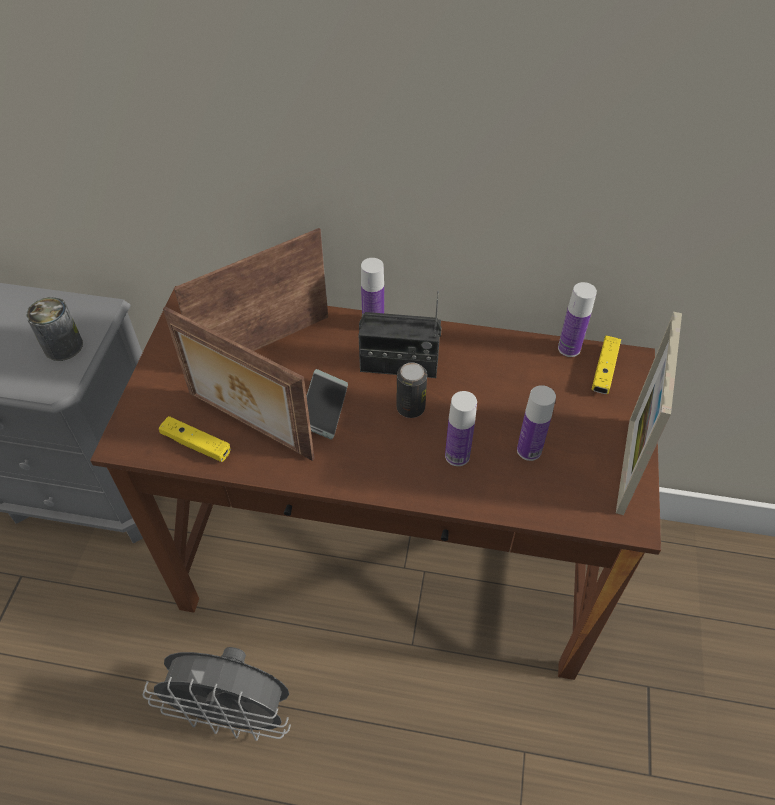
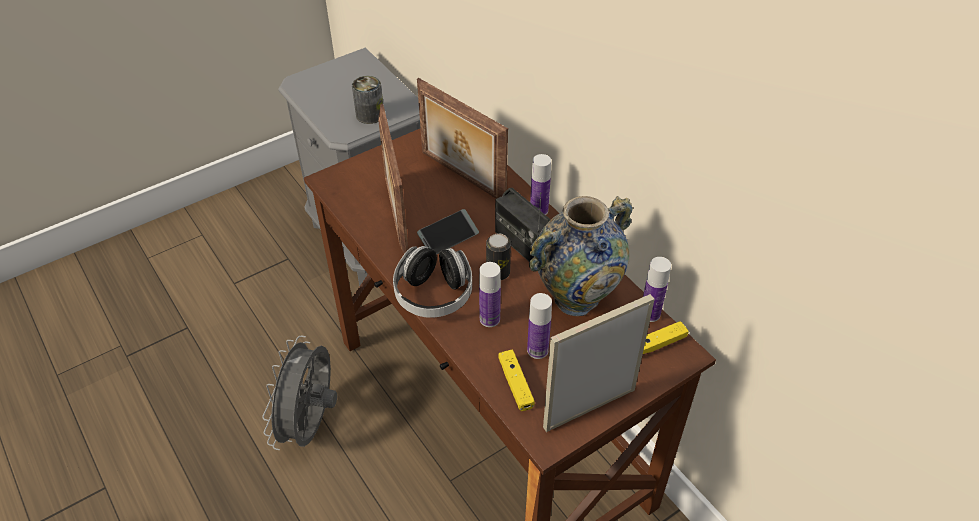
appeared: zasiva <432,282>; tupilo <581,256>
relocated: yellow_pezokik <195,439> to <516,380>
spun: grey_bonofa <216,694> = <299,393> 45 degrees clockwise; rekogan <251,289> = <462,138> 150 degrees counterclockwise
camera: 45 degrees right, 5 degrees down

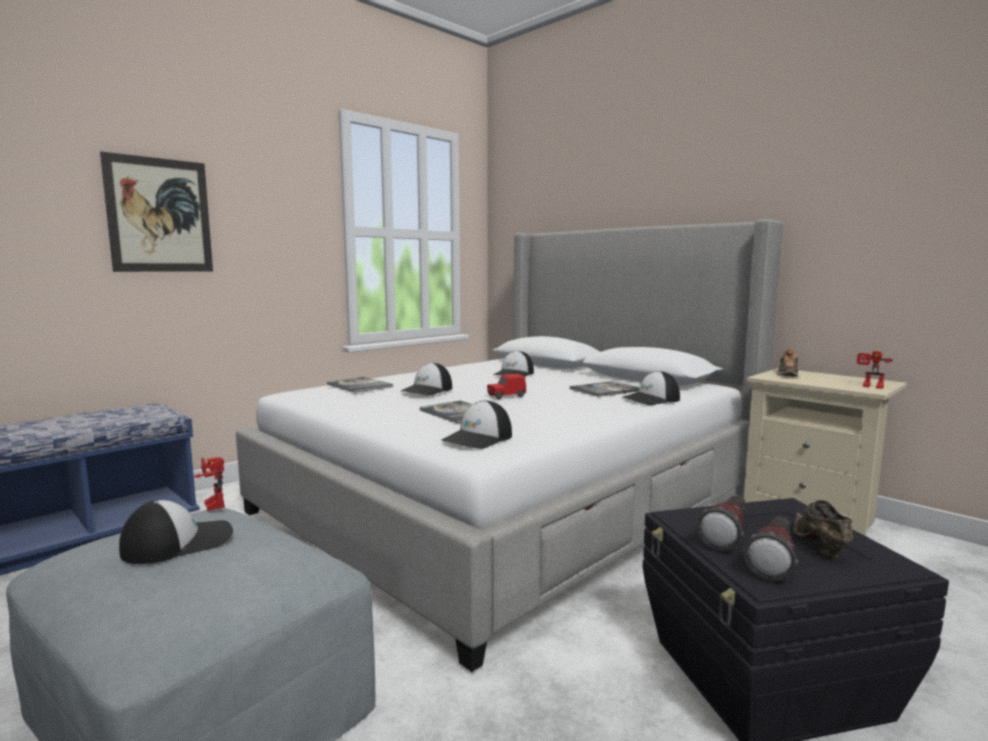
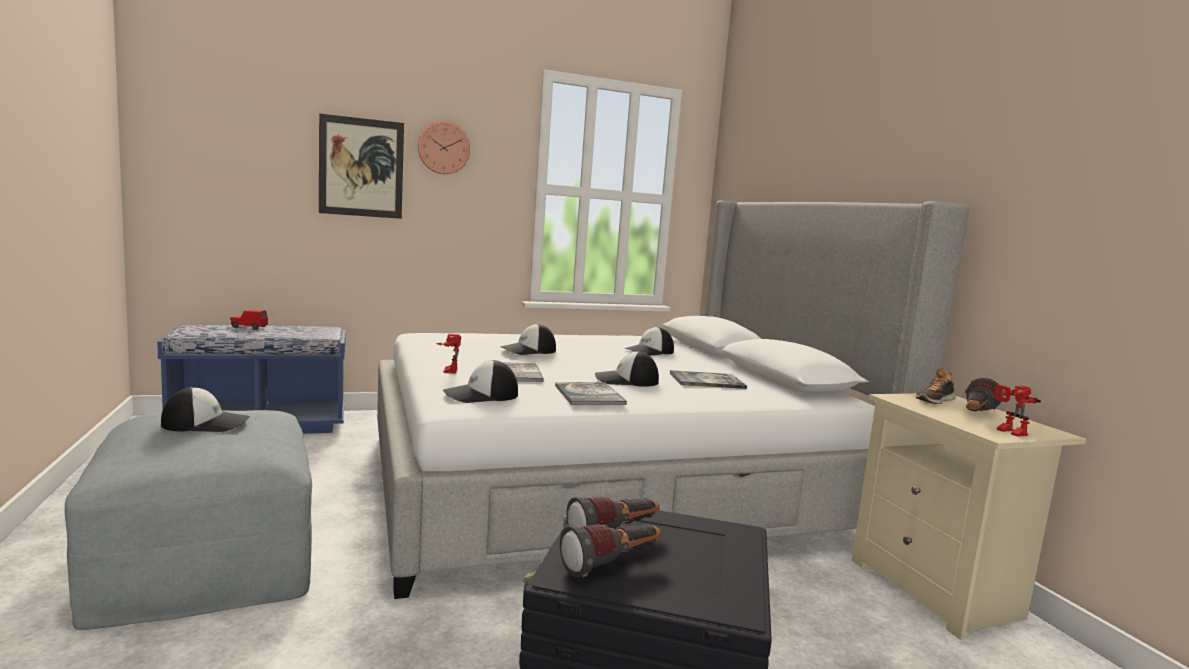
missing: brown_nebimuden <823,529>
appeared: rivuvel <444,147>; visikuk <984,394>
relocated: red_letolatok <506,386> to <249,319>; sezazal <209,484> to <448,353>; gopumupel <360,385> to <591,393>; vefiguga <651,388> to <627,369>
camera: 25 degrees right, 0 degrees up

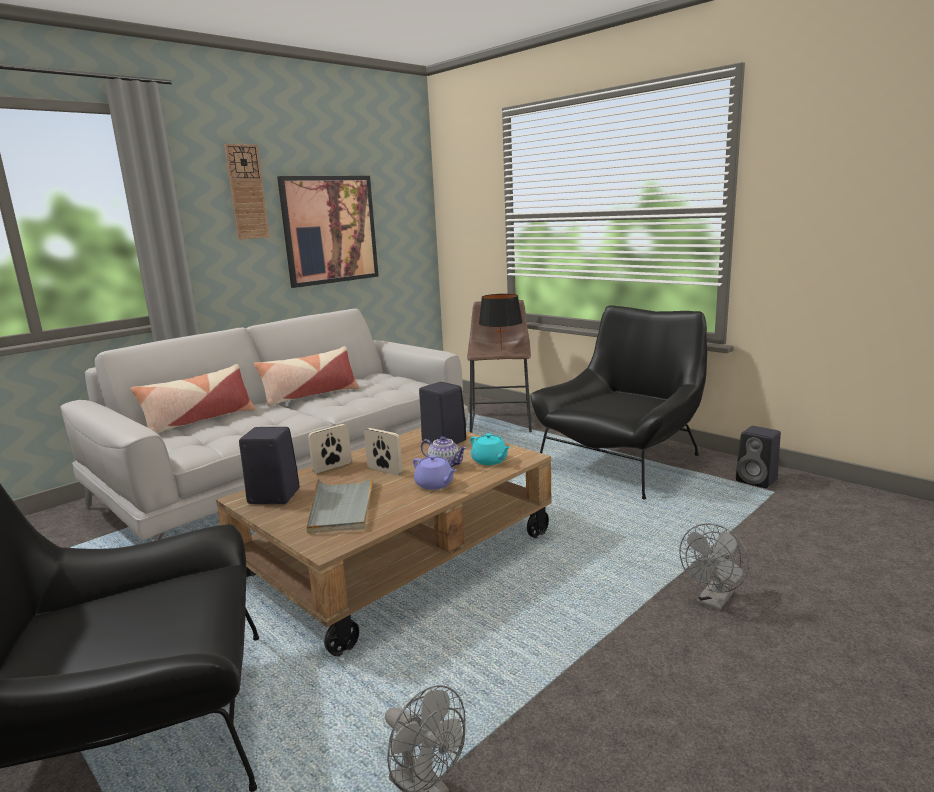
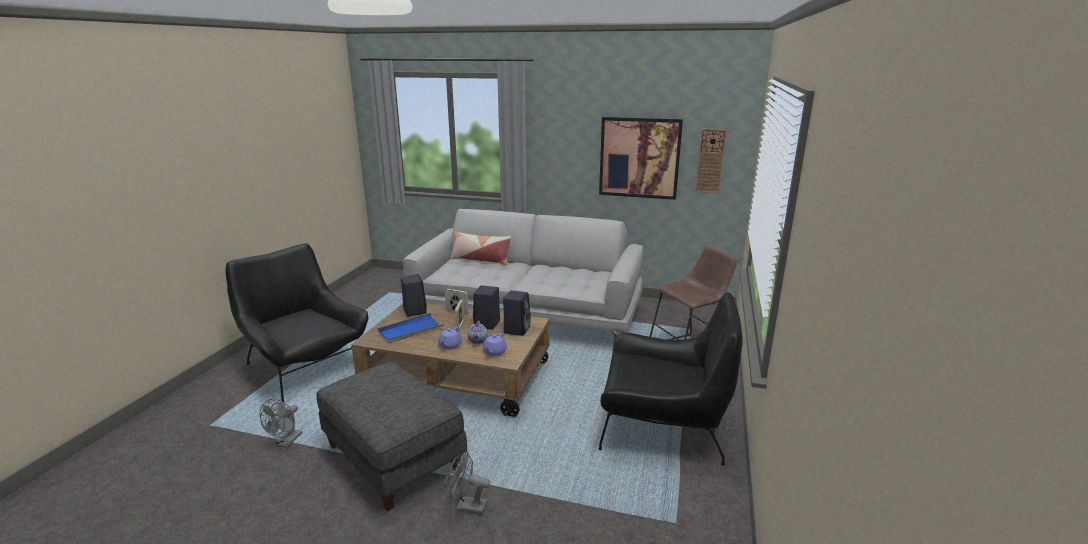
missing: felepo <306,376>; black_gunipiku <501,322>
appeared: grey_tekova <392,436>
relocated: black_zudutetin <758,457> to <486,307>; rivuvel <247,192> to <711,161>
colour: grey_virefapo <340,503> to blue_virefapo <410,328>; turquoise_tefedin <490,449> to purple_tefedin <495,344>
camera: 60 degrees right, 5 degrees up

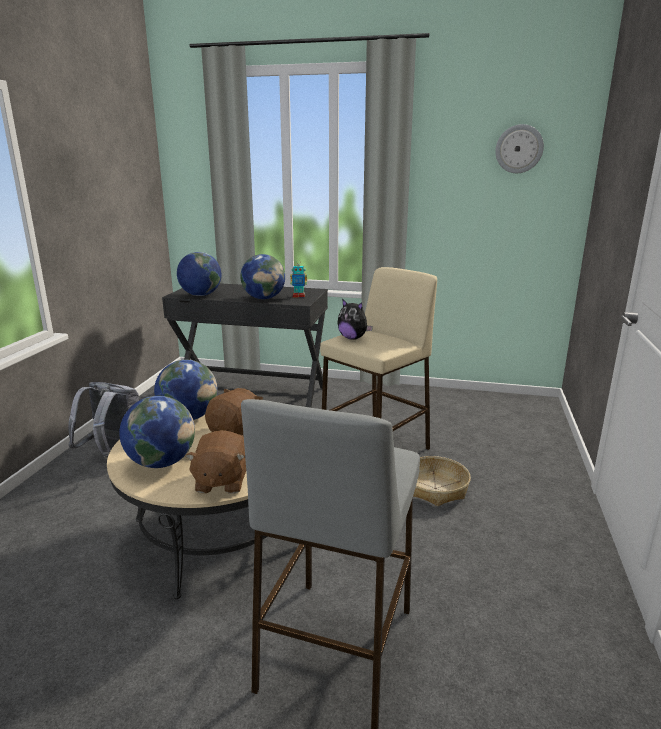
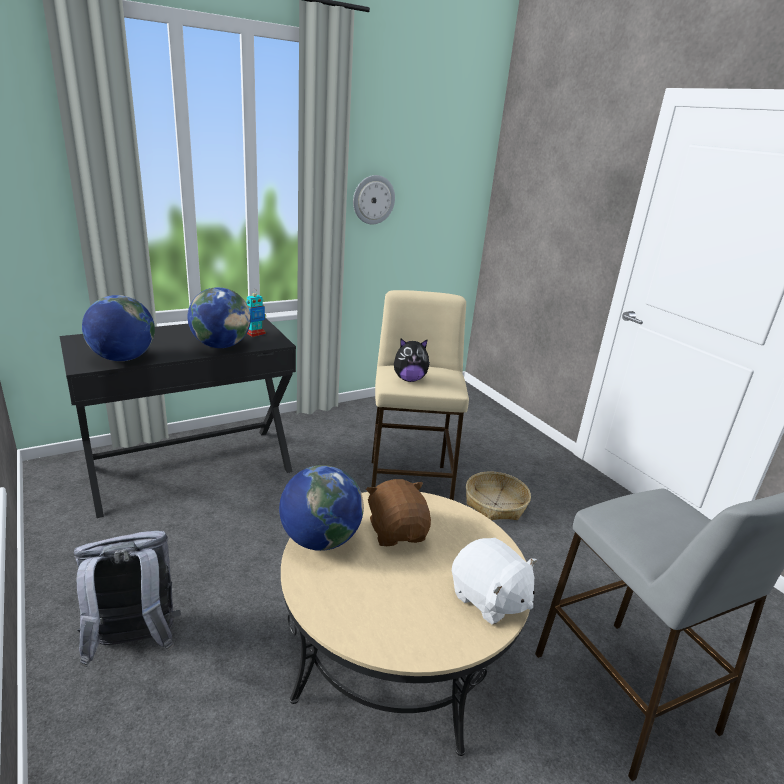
missing: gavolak <157,432>
relocated: rivuvel <519,148> to <374,200>
colour: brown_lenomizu <215,461> to white_lenomizu <494,581>
camera: 45 degrees left, 5 degrees up

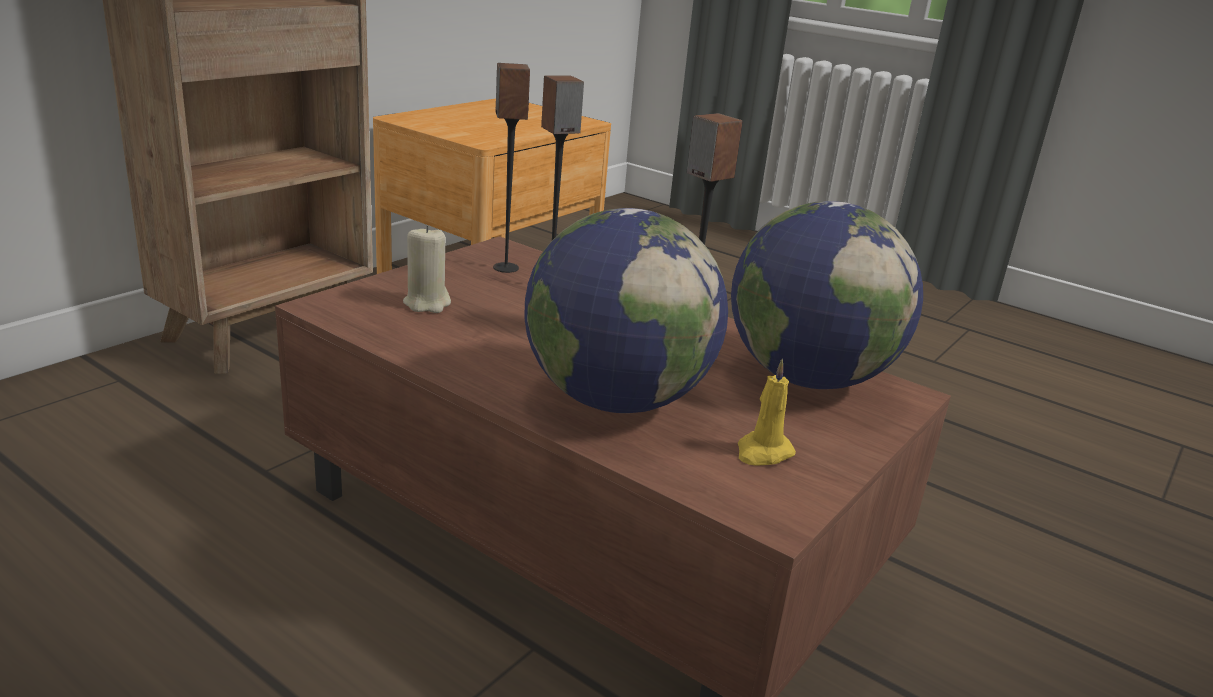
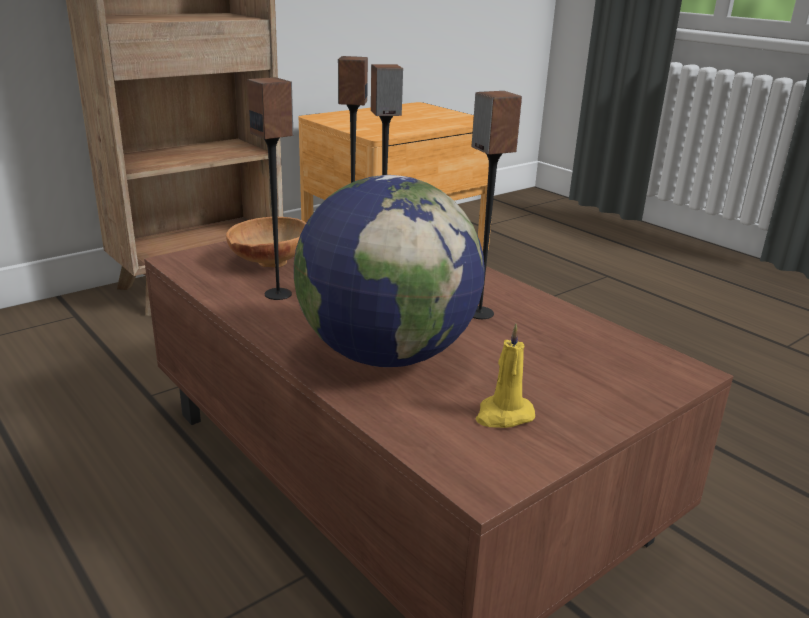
missing: gavolak <827,295>
appeared: zudutetin <270,188>
exchanged: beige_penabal <427,269> to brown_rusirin <266,242>
camera: 15 degrees right, 0 degrees up

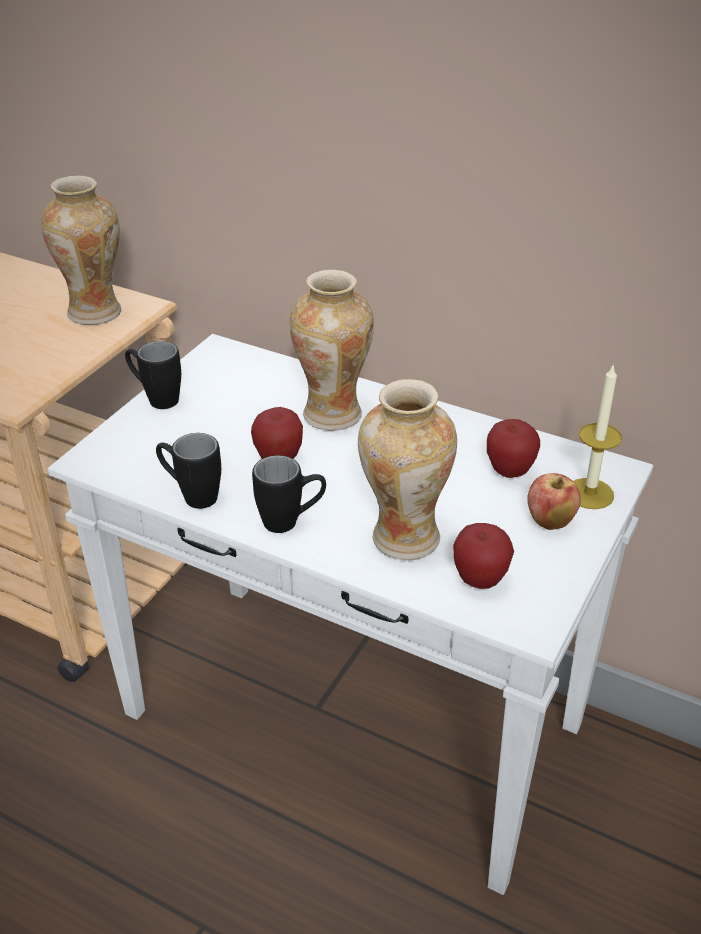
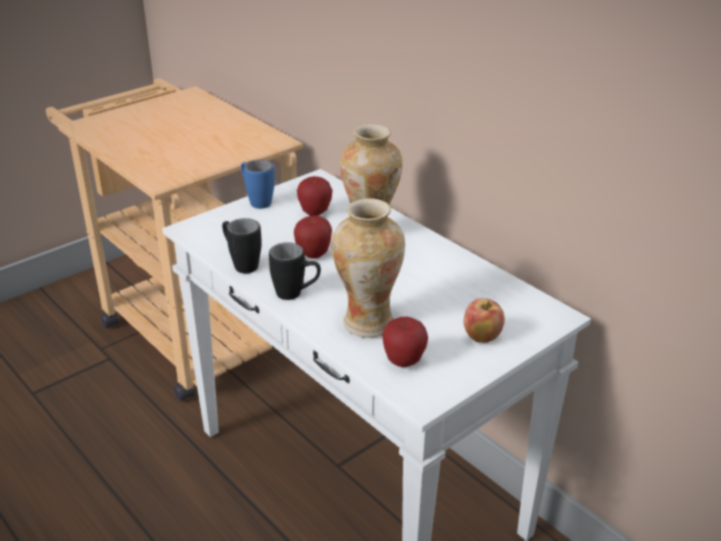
missing: tupilo <81,250>; penabal <597,436>
relocated: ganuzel <513,448> to <314,196>
colour: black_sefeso <153,375> to blue_sefeso <258,184>
camera: 20 degrees right, 5 degrees down

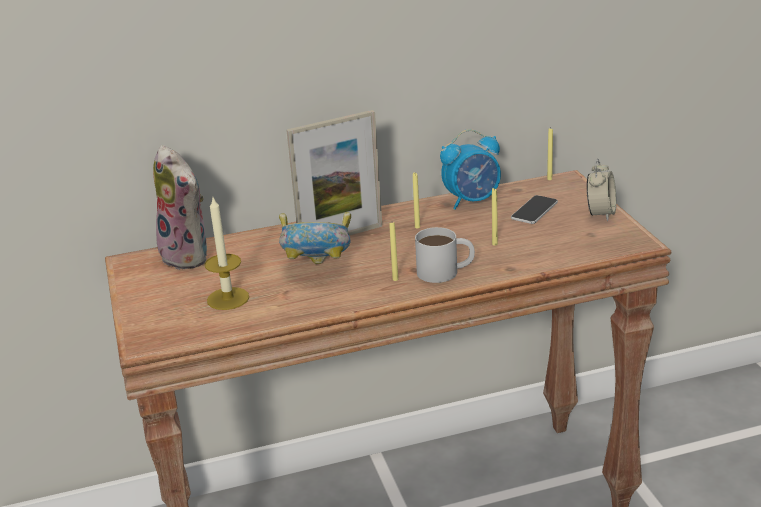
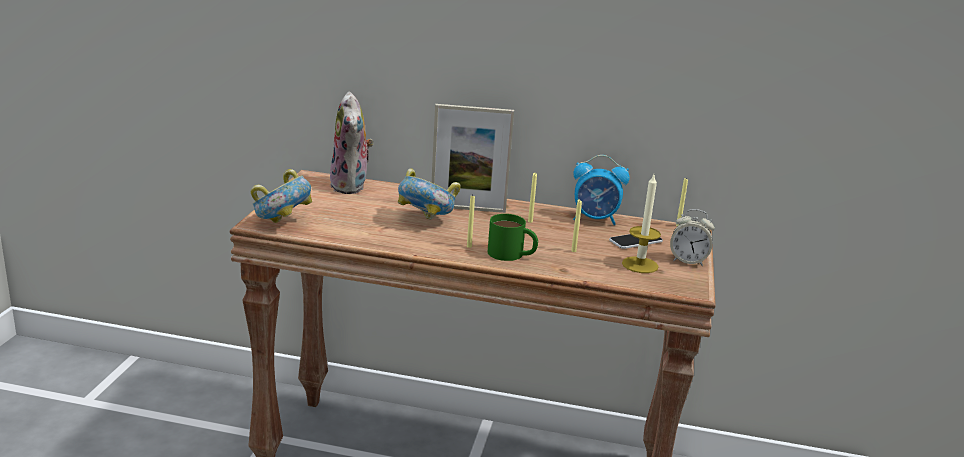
appeared: rusirin <281,196>
relocated: penabal <227,254> to <641,224>
colour: white_sefeso <445,255> to green_sefeso <513,237>
spun: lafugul <601,190> = <692,237> 60 degrees clockwise
camera: 25 degrees right, 5 degrees down

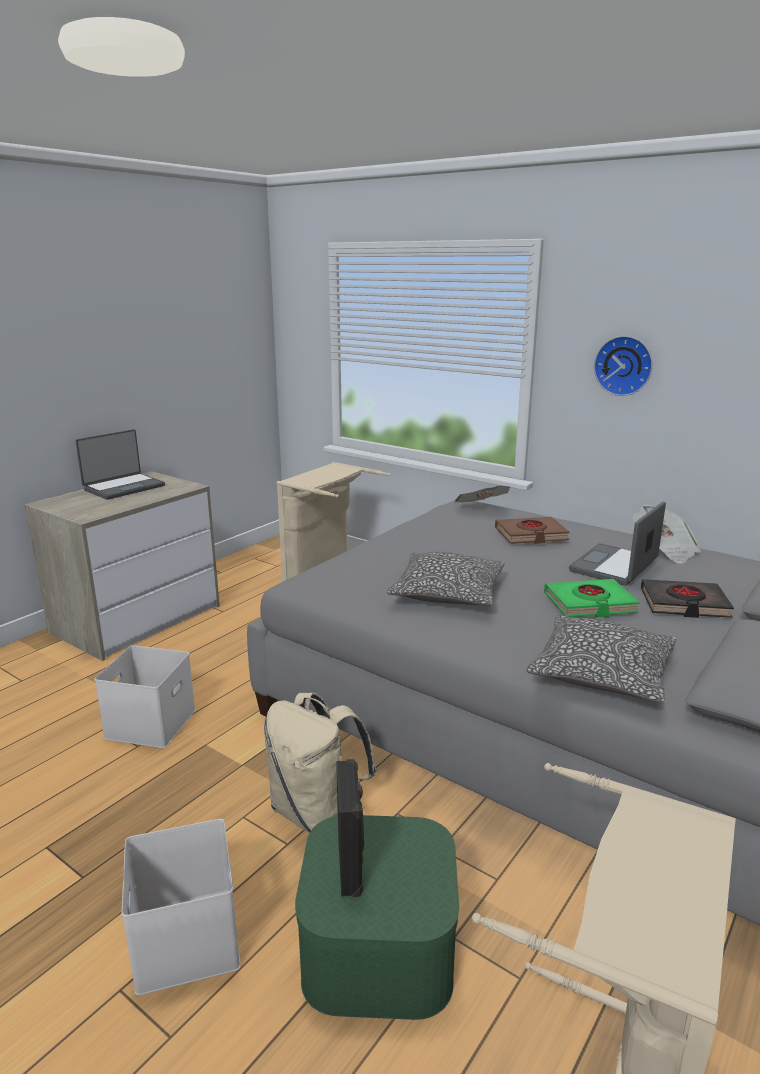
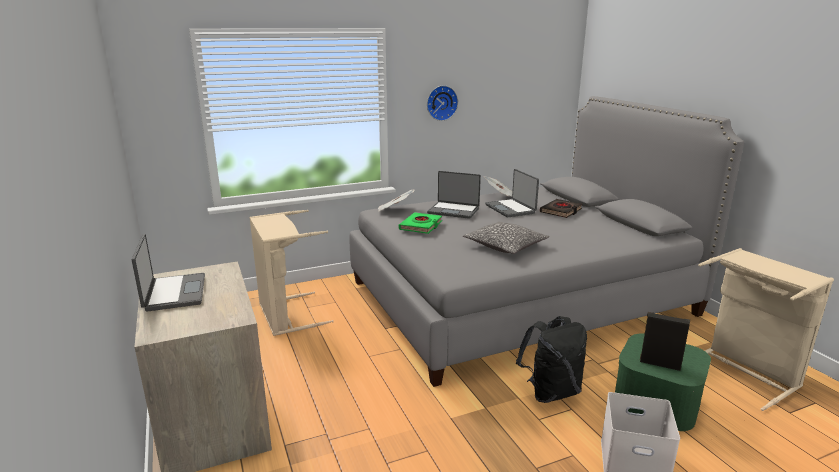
missing: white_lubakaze <145,696>; felepo <601,658>
relocated: green_gopumupel <592,598> to <420,223>
exchanged: brown_gopumupel <532,530> to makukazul <454,195>
colour: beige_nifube <320,763> to black_nifube <551,359>
camera: 60 degrees left, 0 degrees up

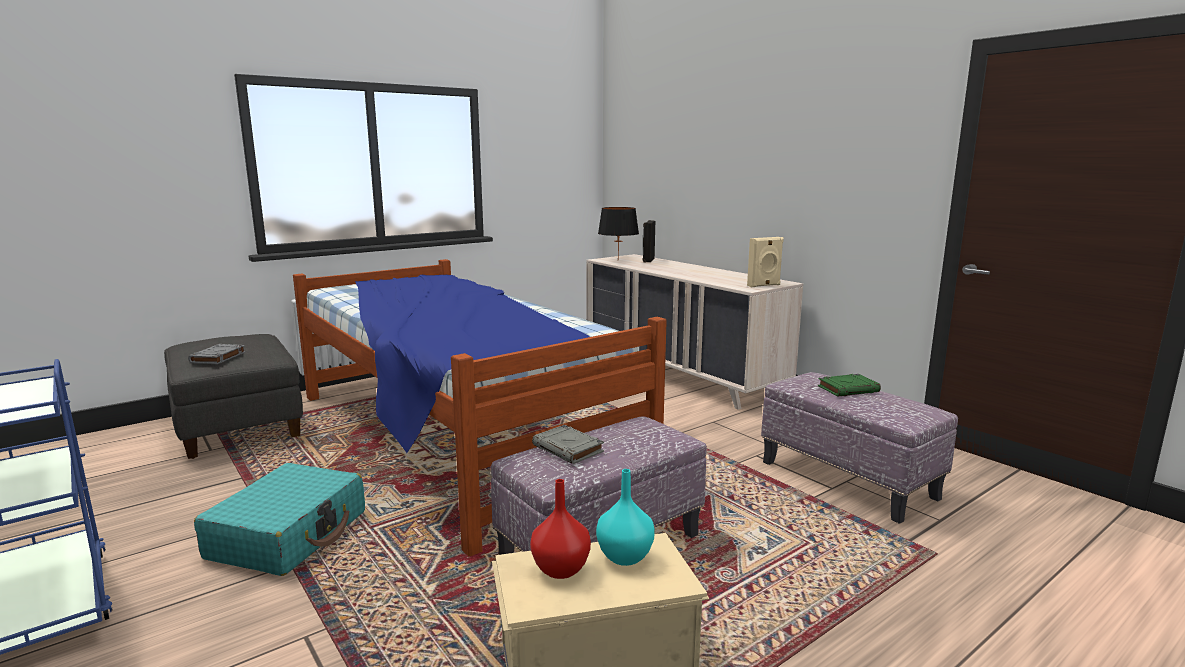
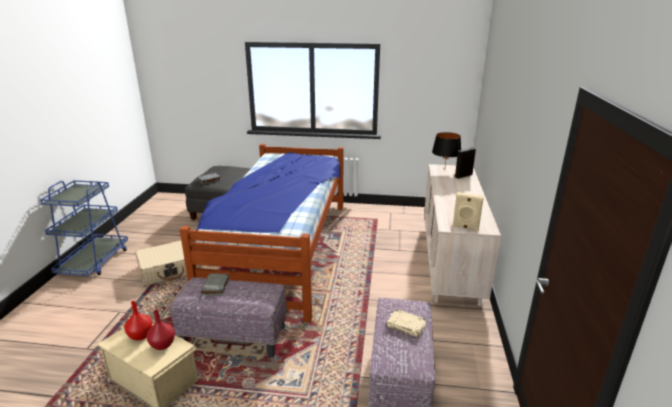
colour: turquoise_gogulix <279,519> to beige_gogulix <167,263>; turquoise_tupilo <625,517> to red_tupilo <161,329>; green_gopumupel <849,385> to beige_gopumupel <406,323>
camera: 45 degrees right, 10 degrees up

